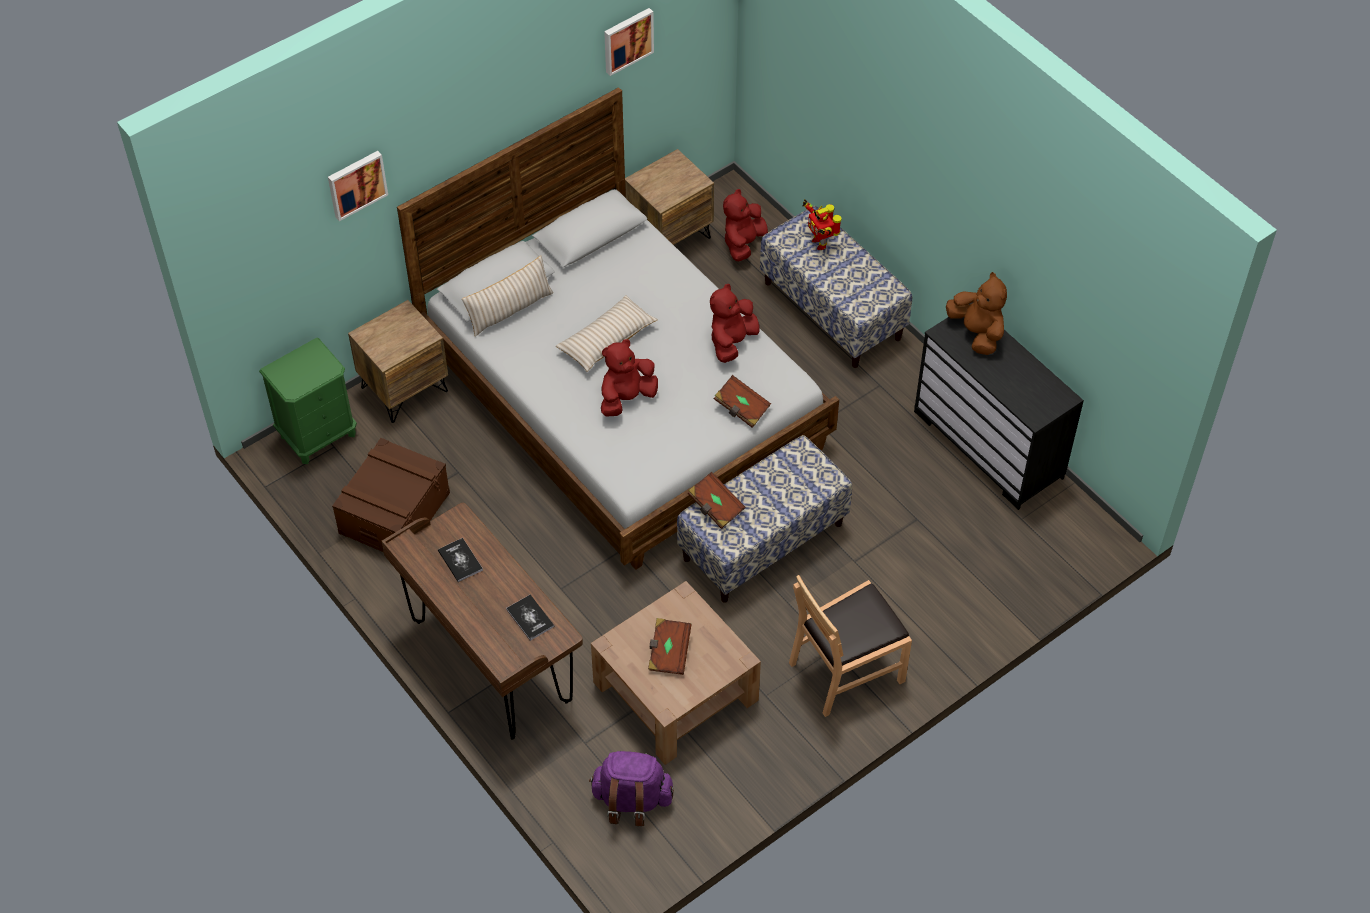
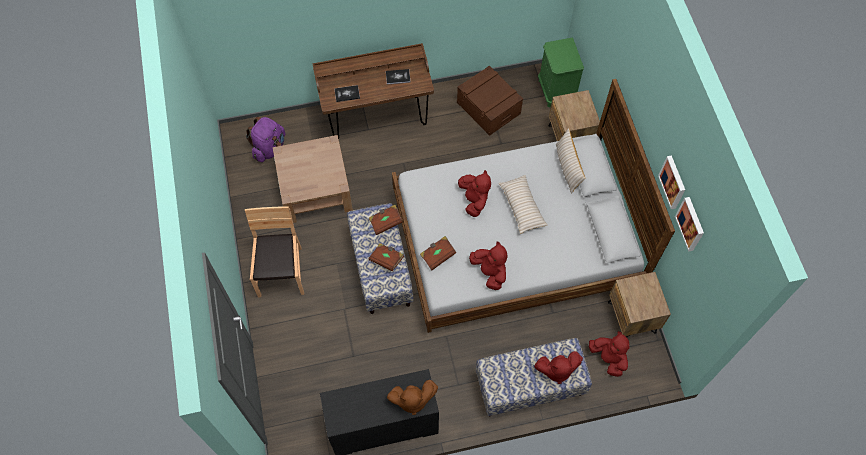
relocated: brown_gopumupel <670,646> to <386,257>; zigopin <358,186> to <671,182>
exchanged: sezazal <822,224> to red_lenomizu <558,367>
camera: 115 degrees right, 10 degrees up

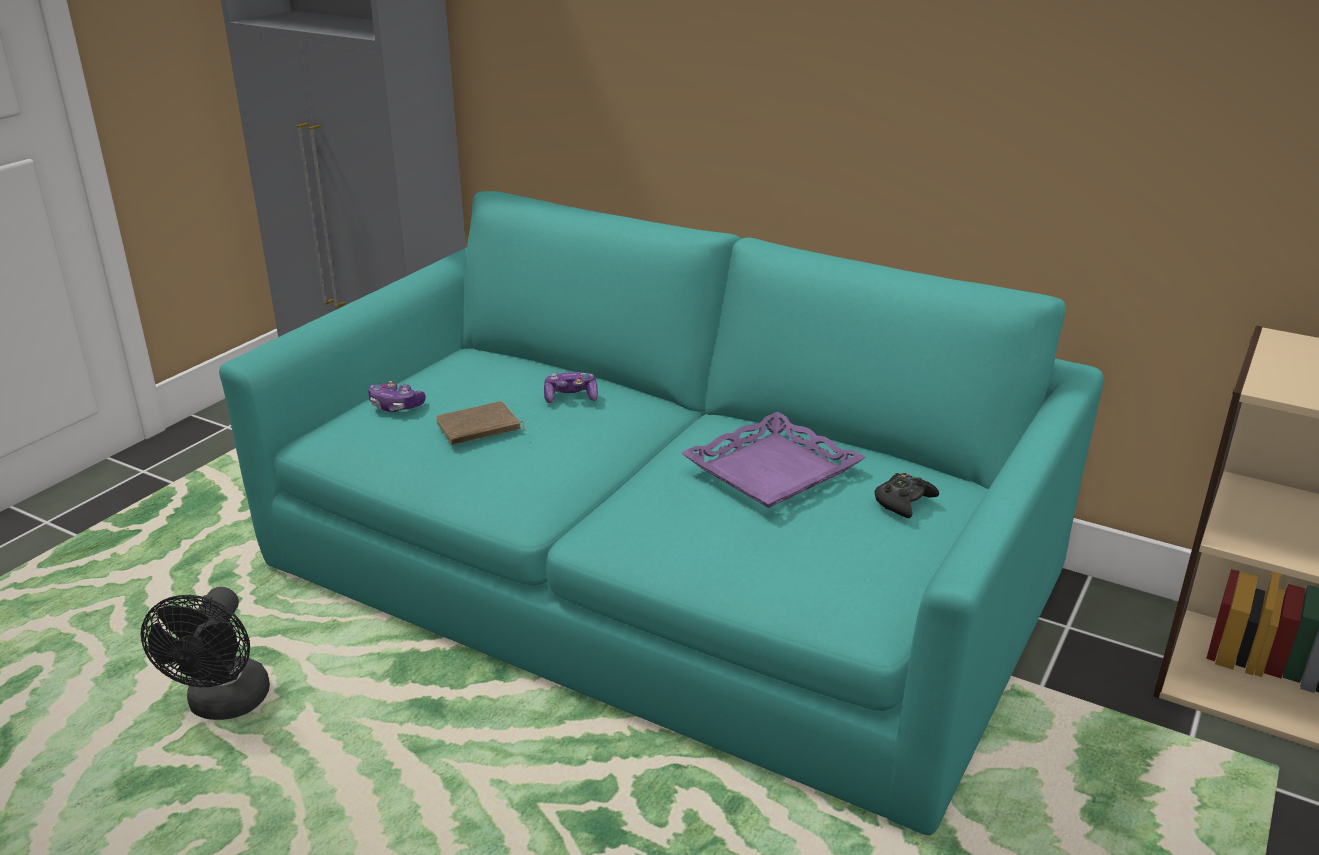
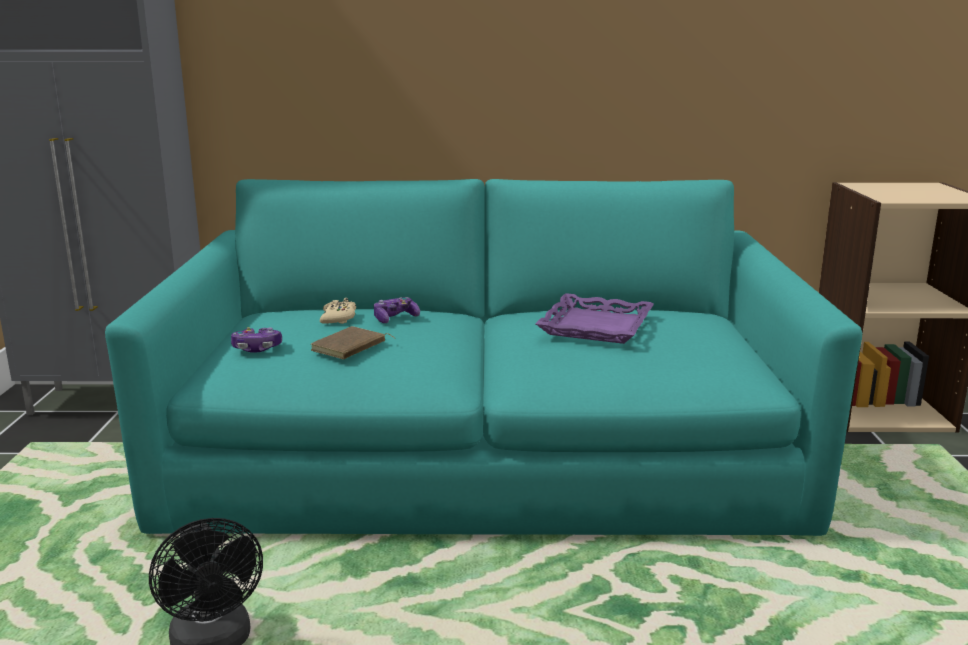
missing: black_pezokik <907,495>
appeared: beige_pezokik <338,311>
camera: 30 degrees left, 10 degrees down

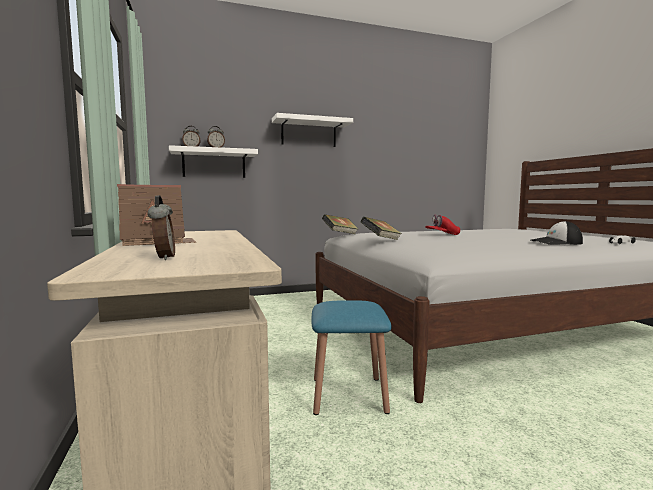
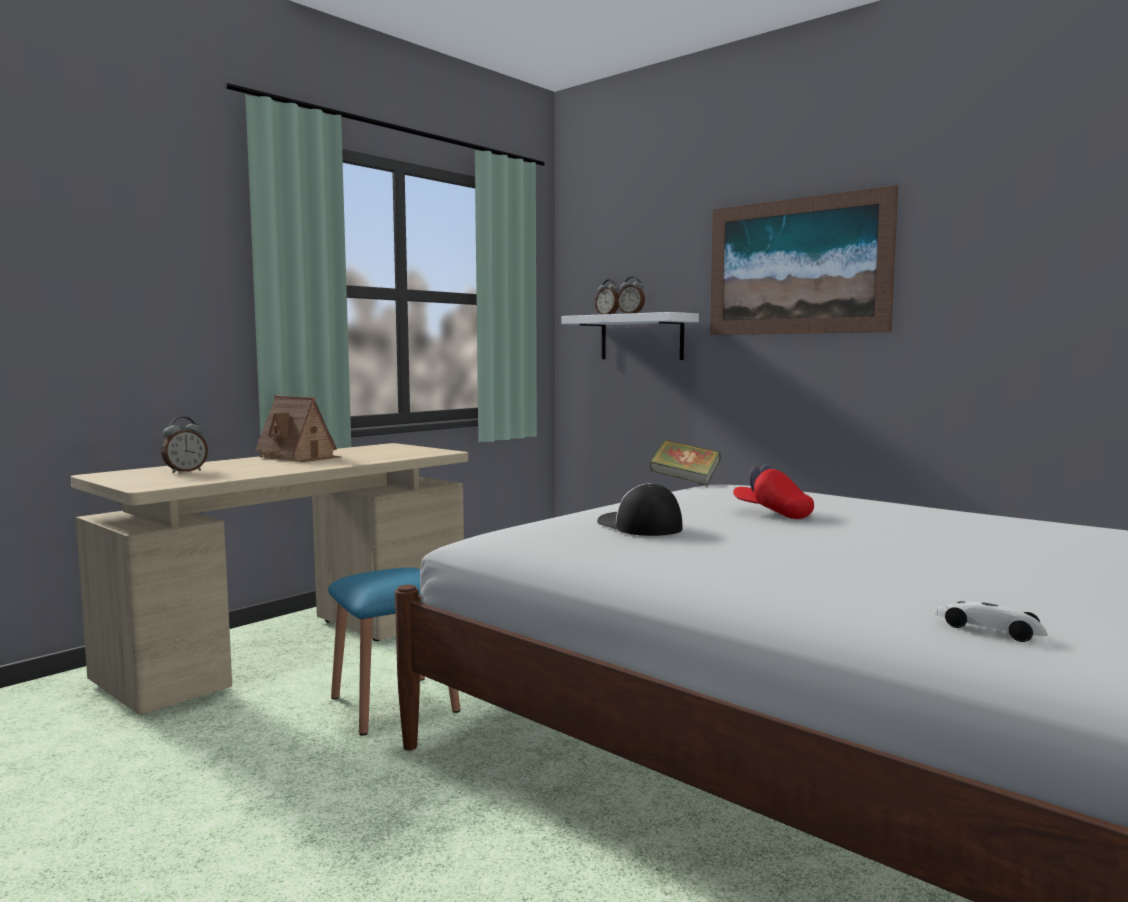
missing: gopumupel <381,228>
relocated: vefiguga <557,233> to <639,509>
exchanged: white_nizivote <312,130> to zigopin <804,260>
camera: 60 degrees right, 0 degrees up

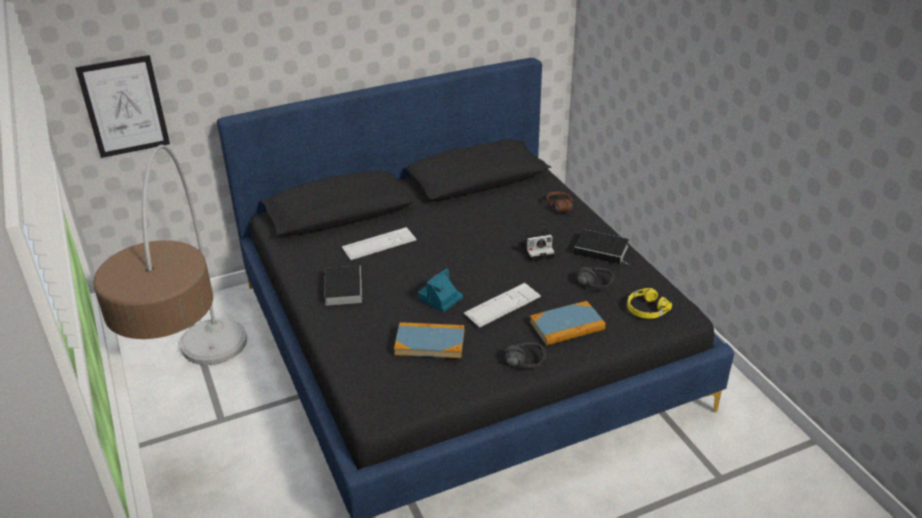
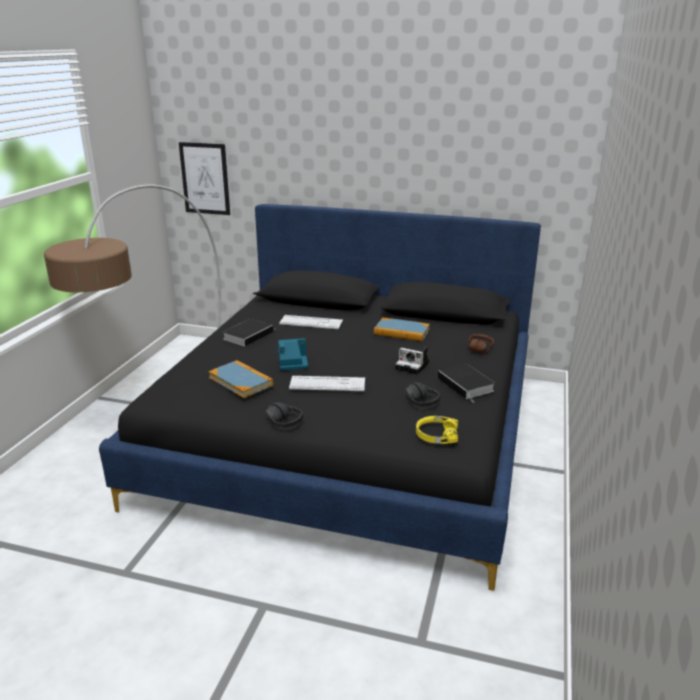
relocated: gopumupel <568,323> to <402,329>
camera: 40 degrees right, 10 degrees down

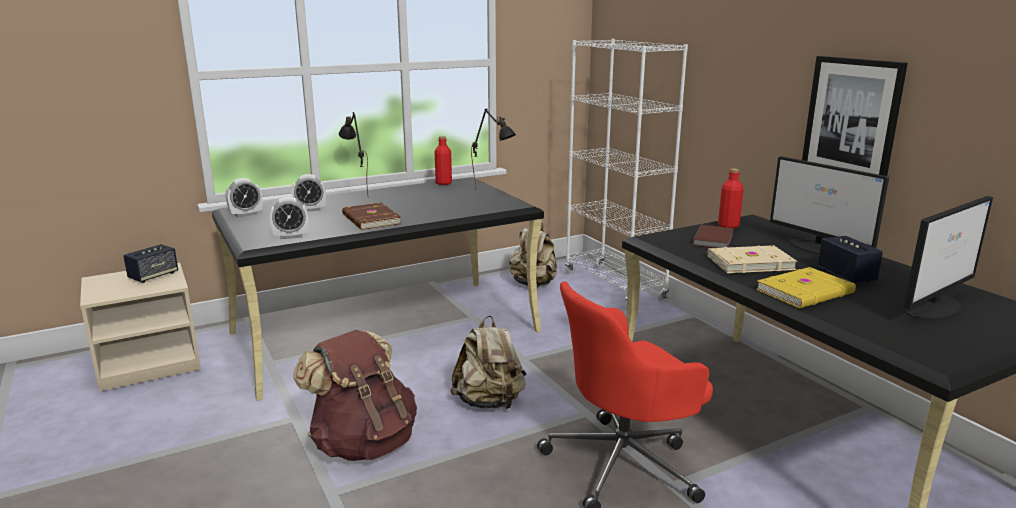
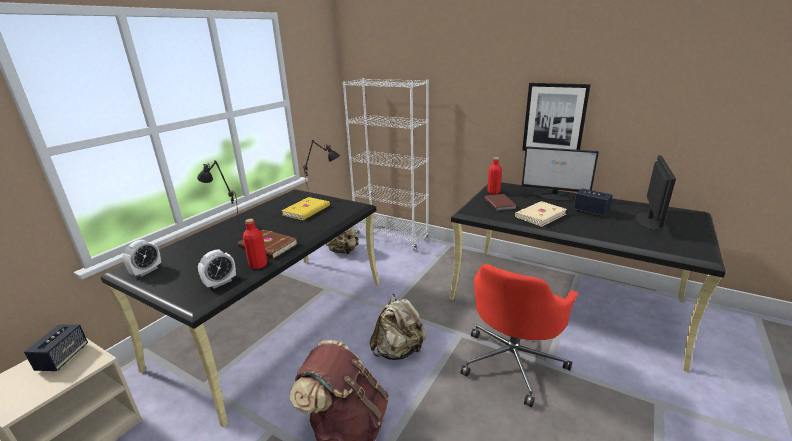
missing: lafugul <309,192>
relocated: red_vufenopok <443,160> to <255,244>; yellow_gopumupel <806,287> to <305,208>
camera: 30 degrees left, 5 degrees up

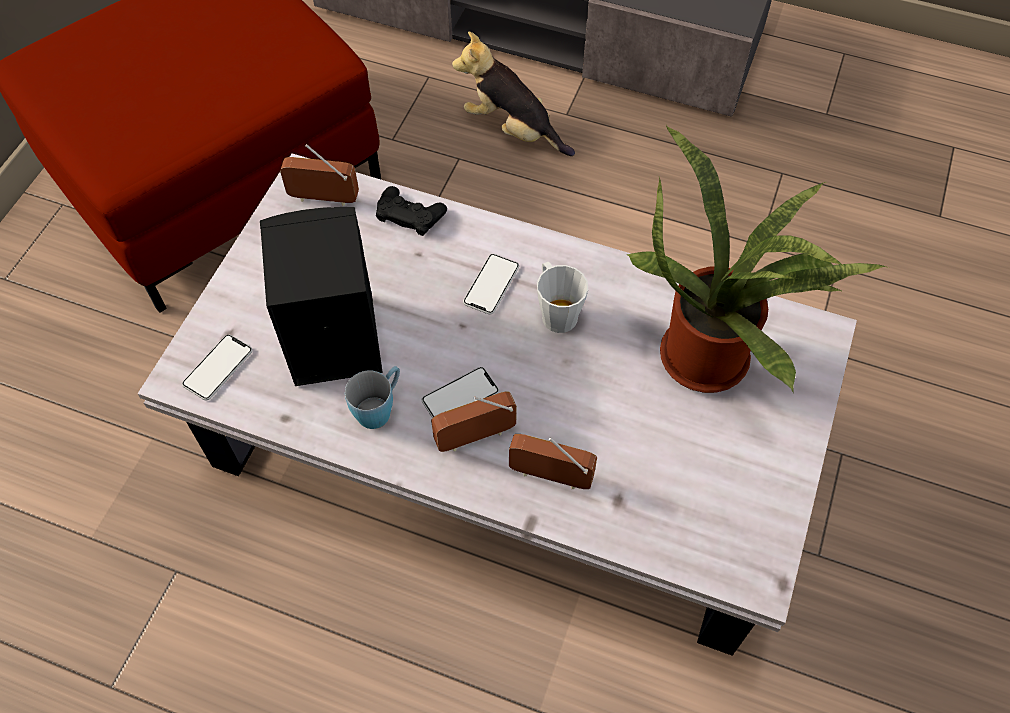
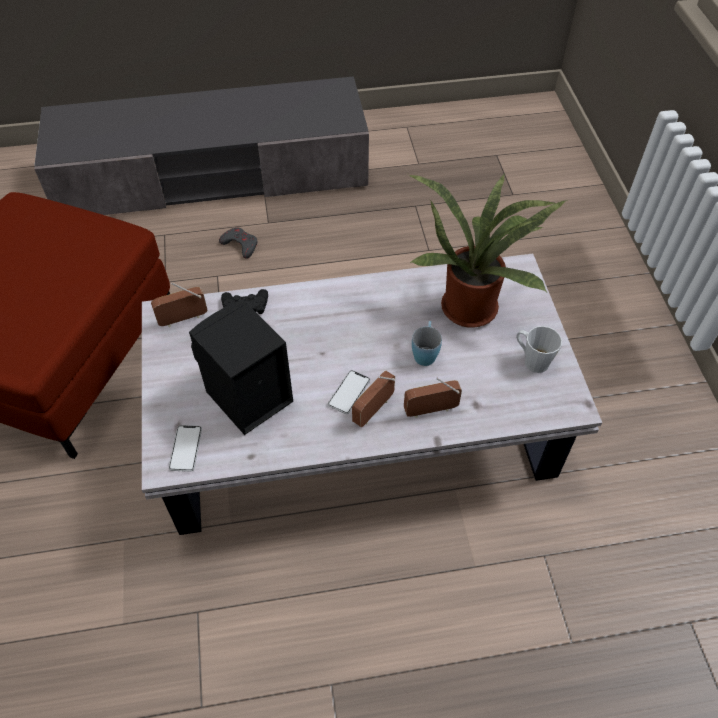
missing: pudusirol <491,284>
relocated: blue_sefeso <372,397> to <427,343>; grey_sefeso <562,297> to <539,349>
exchanged: lenomizu <513,93> to grey_pezokik <238,243>
camera: 30 degrees left, 5 degrees down

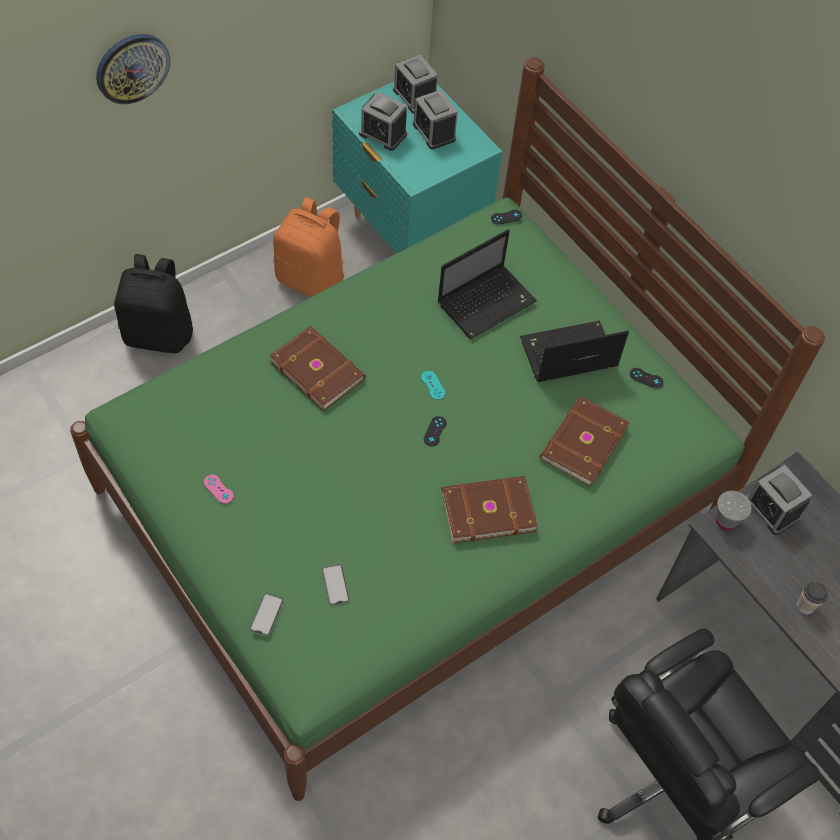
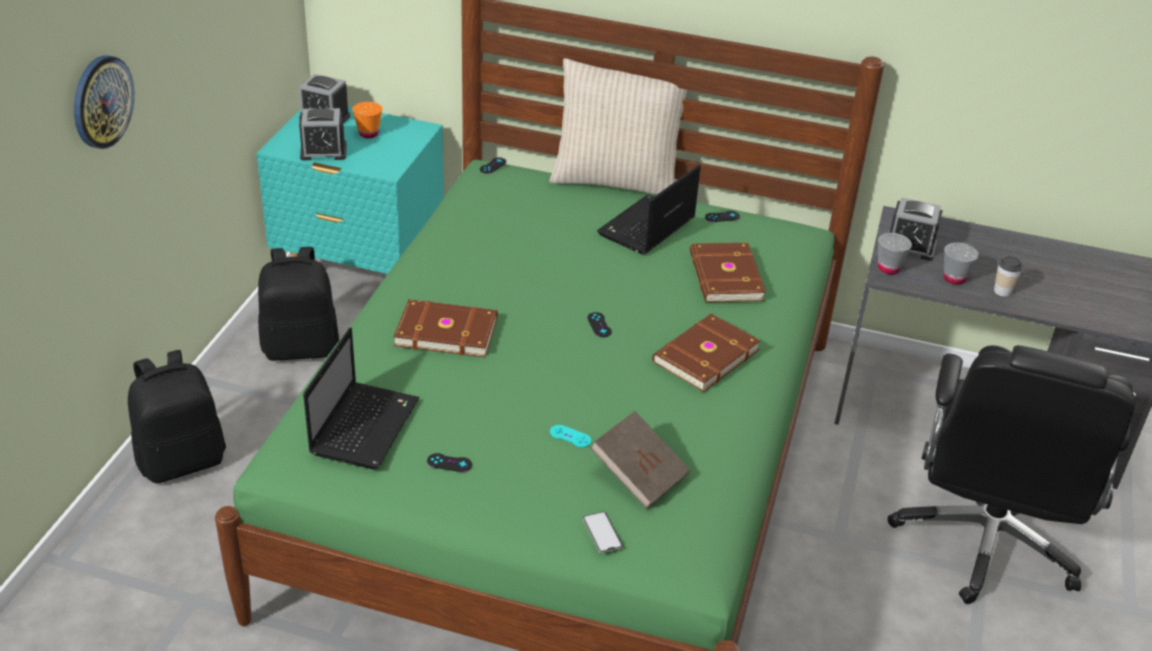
appeared: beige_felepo <618,126>; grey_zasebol <961,263>
relocated: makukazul <487,284> to <361,398>; turquoise_pezokik <433,385> to <570,436>
exchanged: lafugul <435,120> to orange_zasebol <367,120>; pudusirol <336,585> to brown_gopumupel <640,460>
colour: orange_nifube <308,247> to black_nifube <298,304>; pink_pezokik <219,489> to black_pezokik <449,462>
camera: 35 degrees left, 20 degrees down

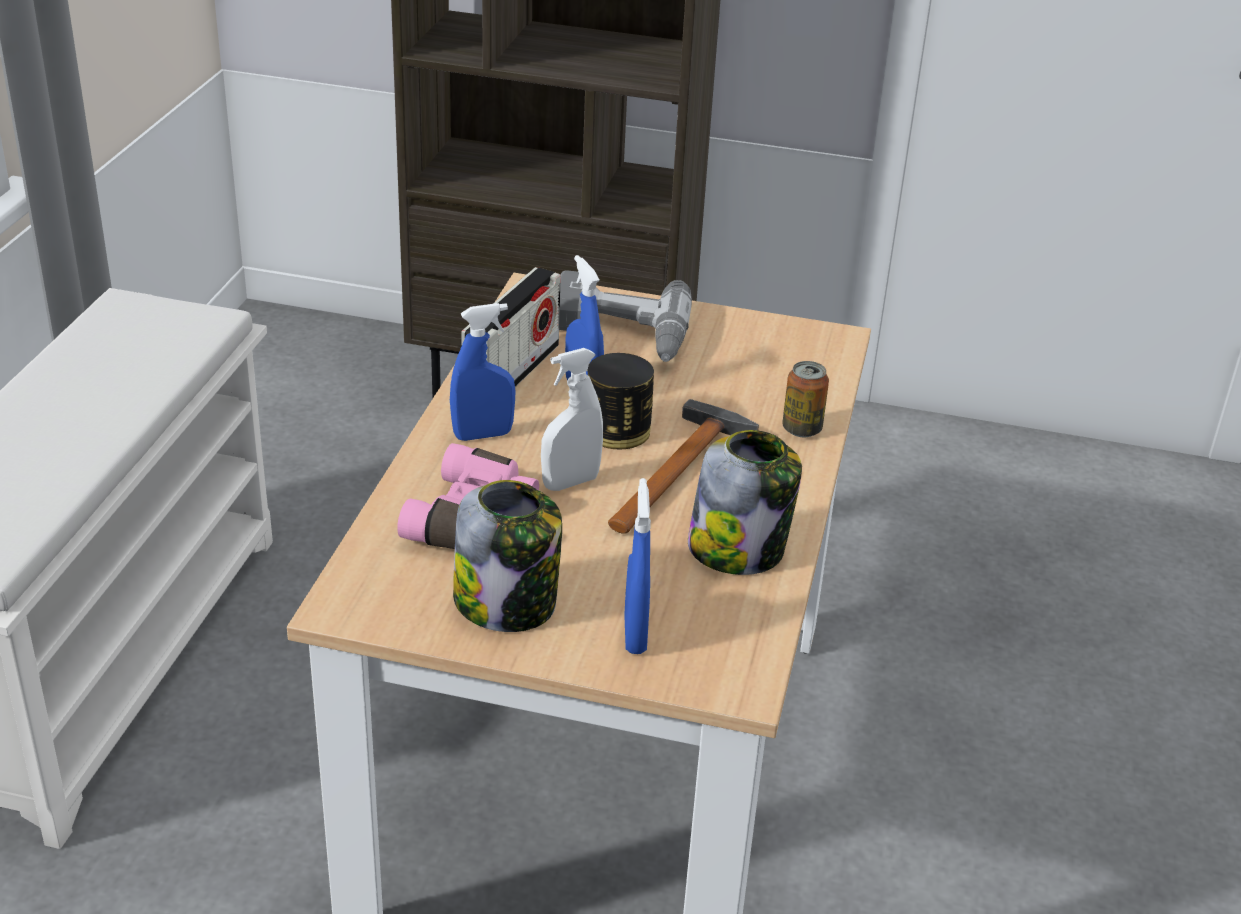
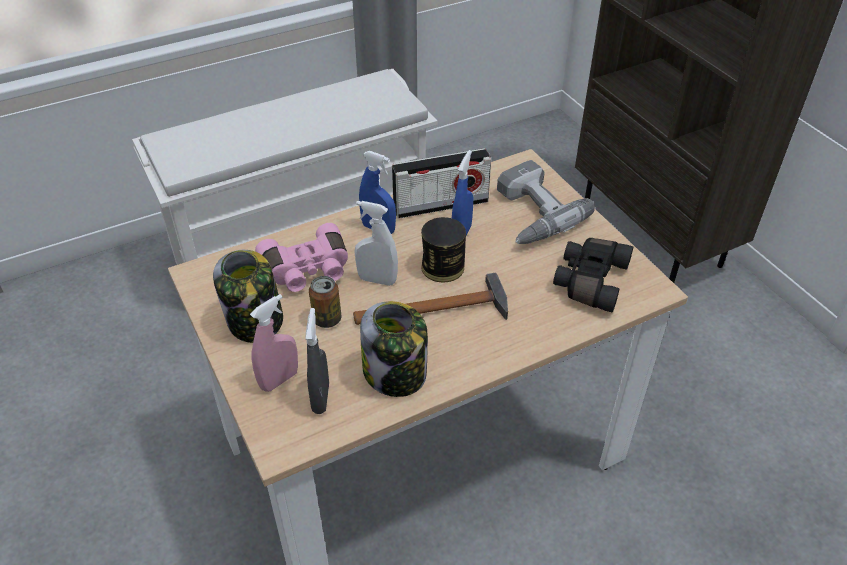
appeared: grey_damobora <317,361>; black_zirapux <593,275>
relocated: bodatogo <805,399> to <325,302>
colour: blue_damobora <638,566> to pink_damobora <274,343>
camera: 50 degrees right, 10 degrees up

